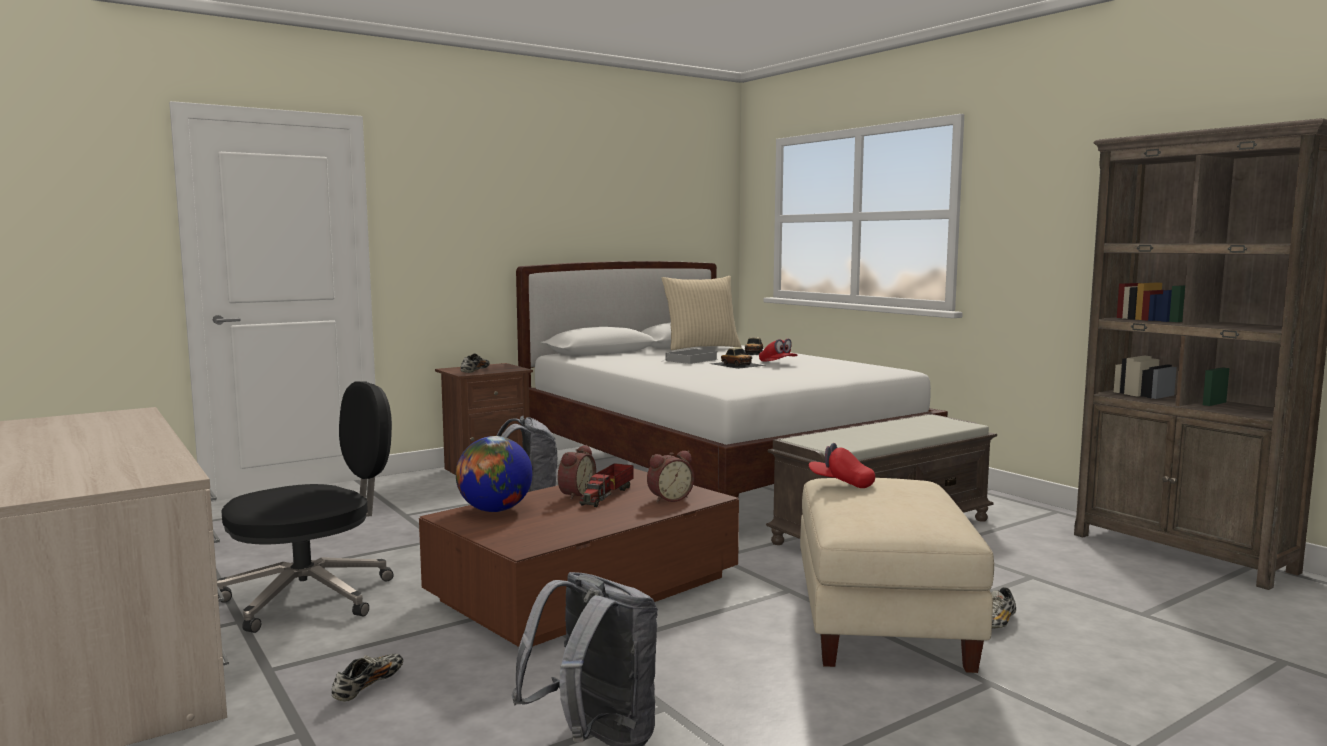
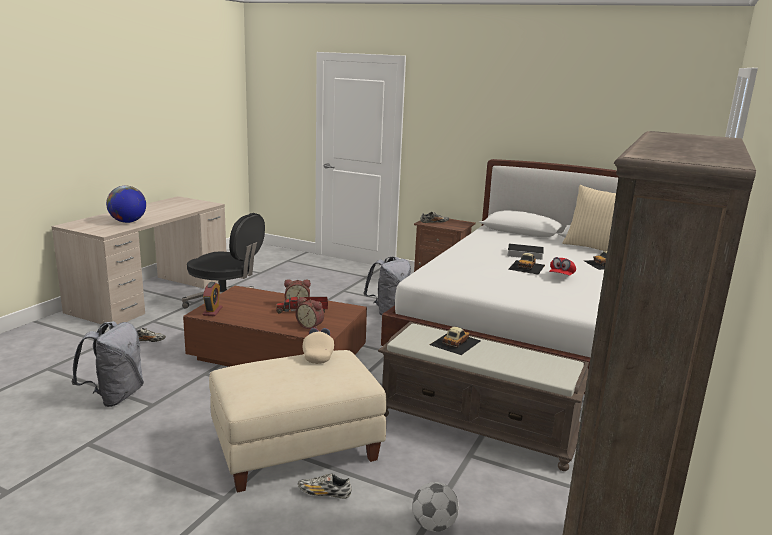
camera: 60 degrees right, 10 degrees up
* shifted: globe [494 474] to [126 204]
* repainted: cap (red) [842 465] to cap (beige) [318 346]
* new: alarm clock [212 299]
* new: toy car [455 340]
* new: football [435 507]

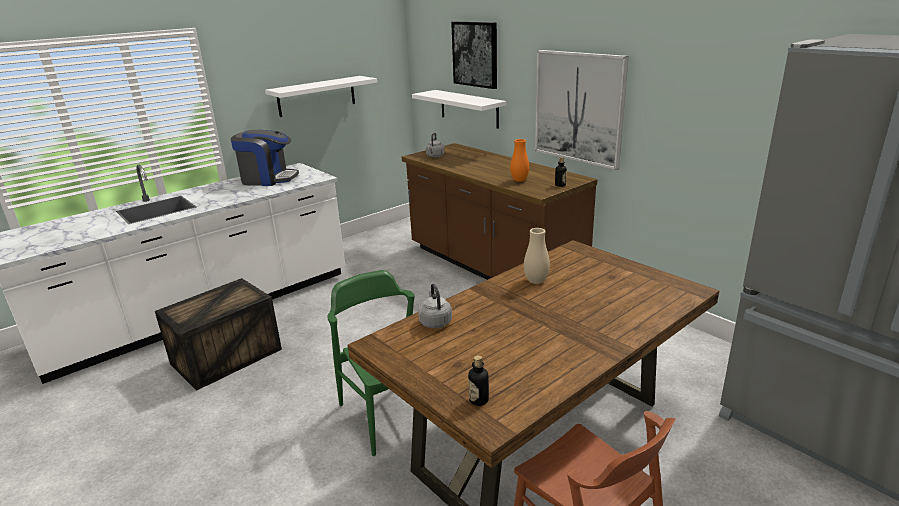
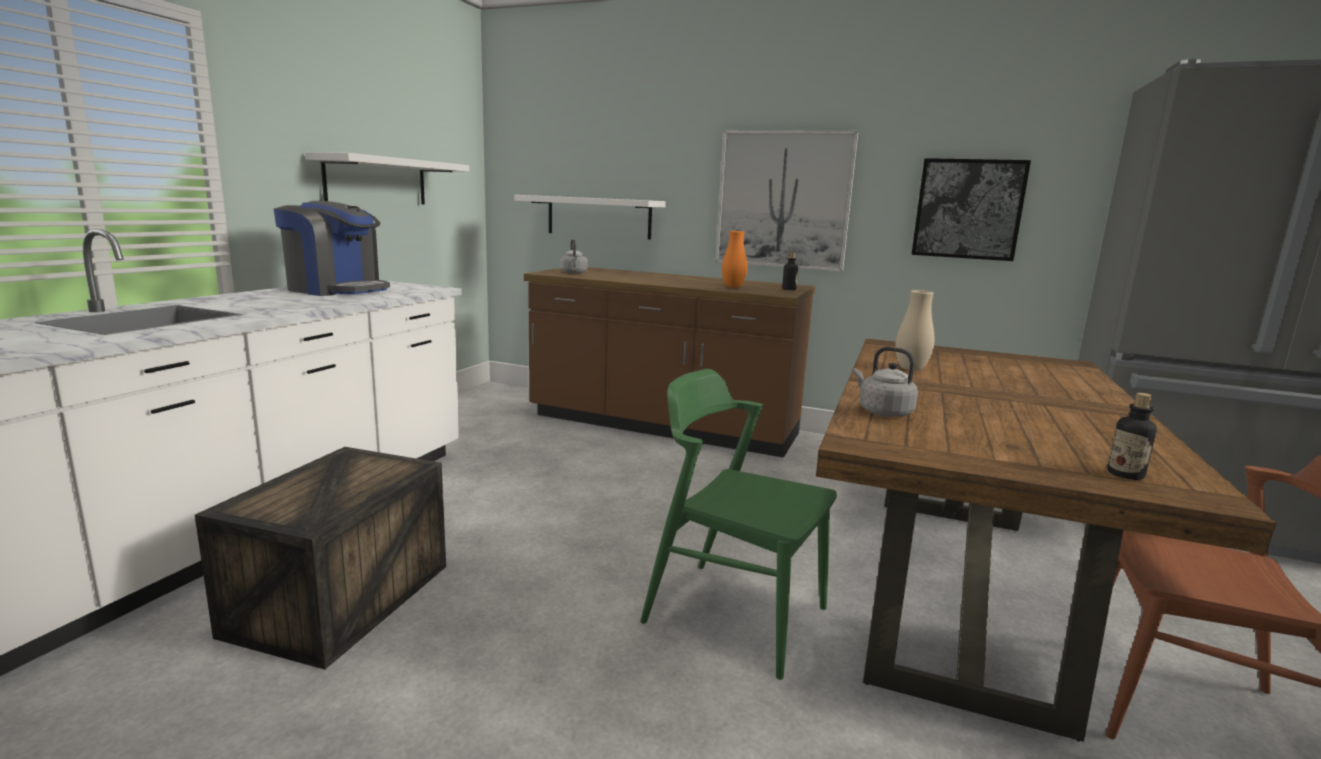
camera: 30 degrees left, 10 degrees down
* shifted: picture [474 55] to [971 209]
* rotated: coffee machine [265 158] = [332 248] 45 degrees clockwise

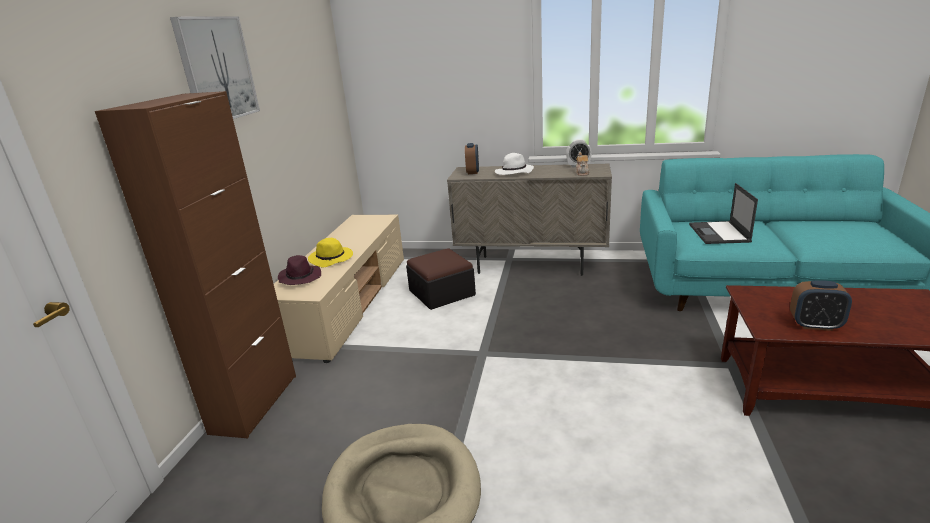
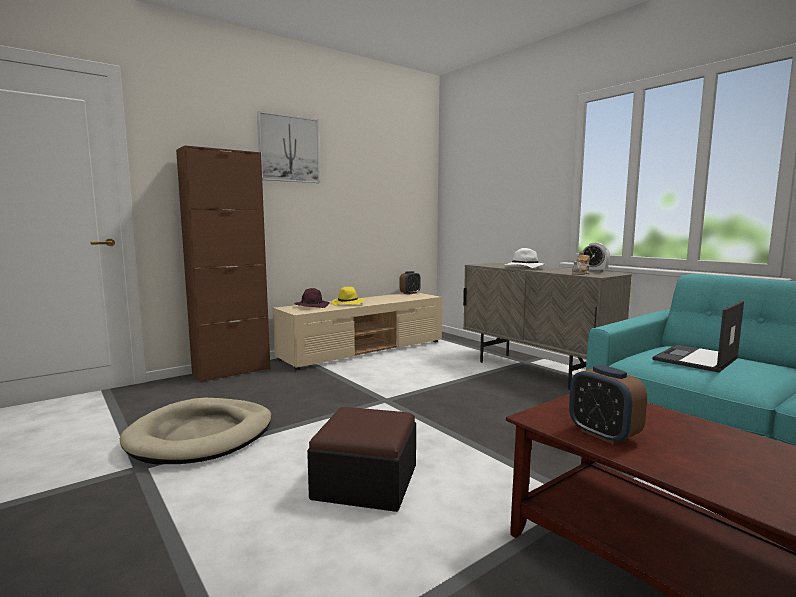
camera: 40 degrees right, 15 degrees down
* shifted: alarm clock [472 158] to [410 283]
* shifted: ottoman [441 279] to [361 459]

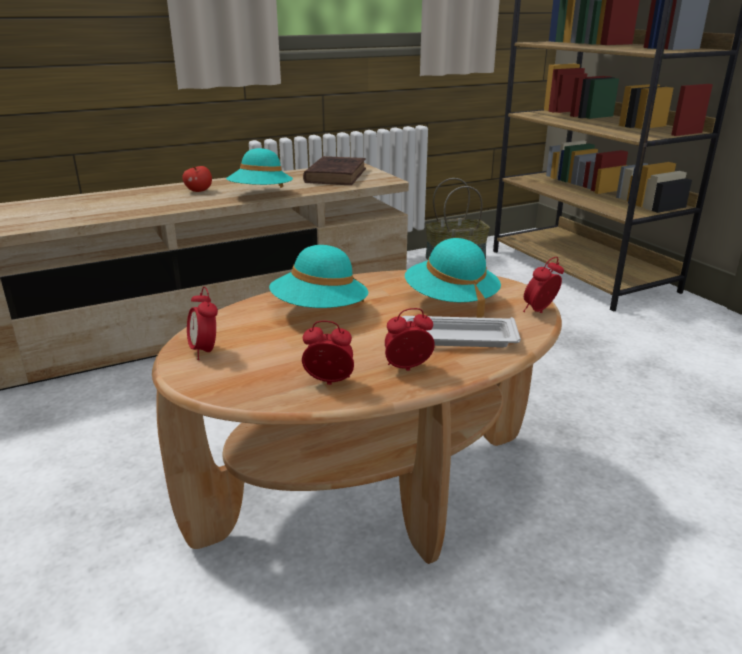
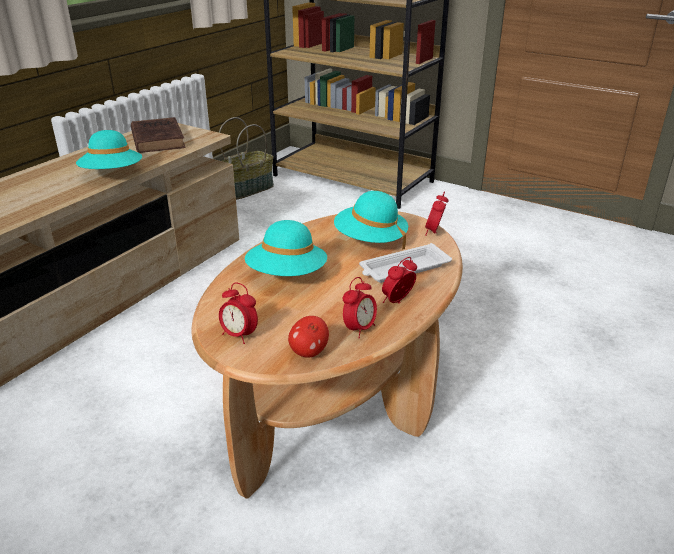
camera: 30 degrees left, 5 degrees up
* shifted: apple [197 179] to [308 337]
* rotated: alarm clock [328 353] = [360 307] 150 degrees clockwise

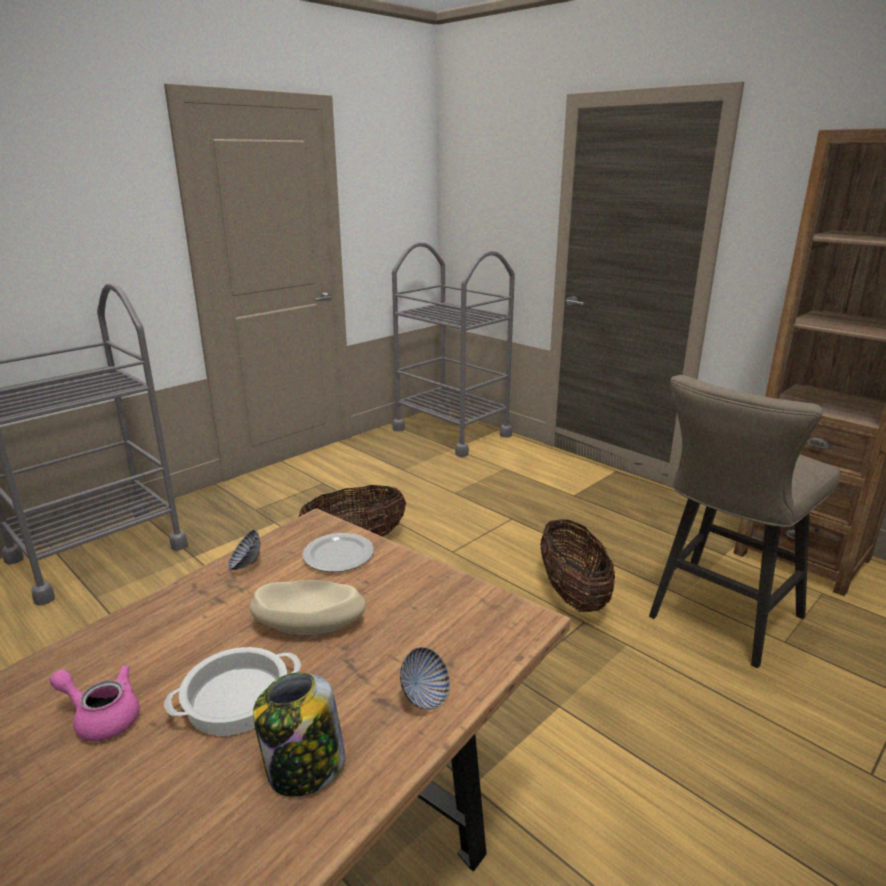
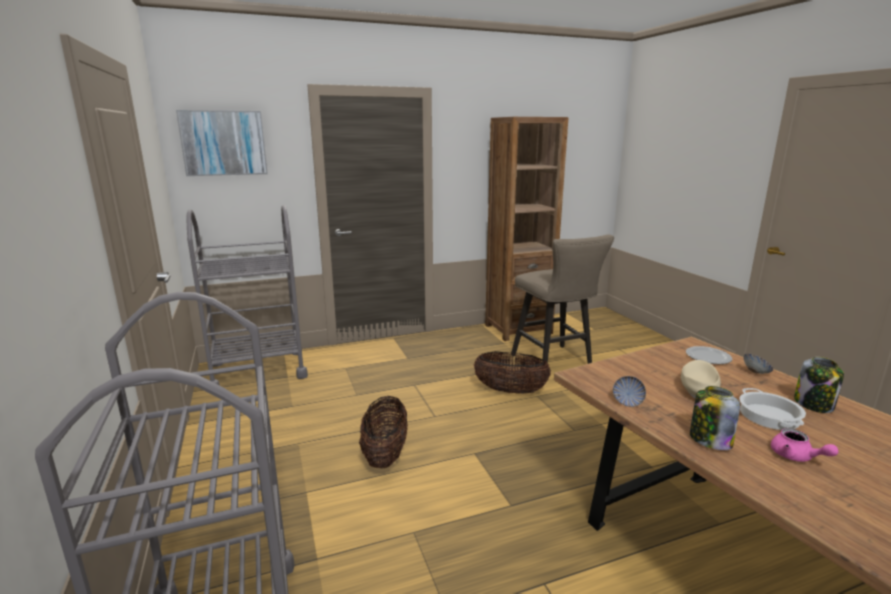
camera: 65 degrees left, 5 degrees down
* shifted: plate [338 552] to [709 355]
* rotated: teapot (pink) [94 703] = [804 445] 75 degrees counterclockwise
* new: picture [222 143]
* new: jar [715 418]

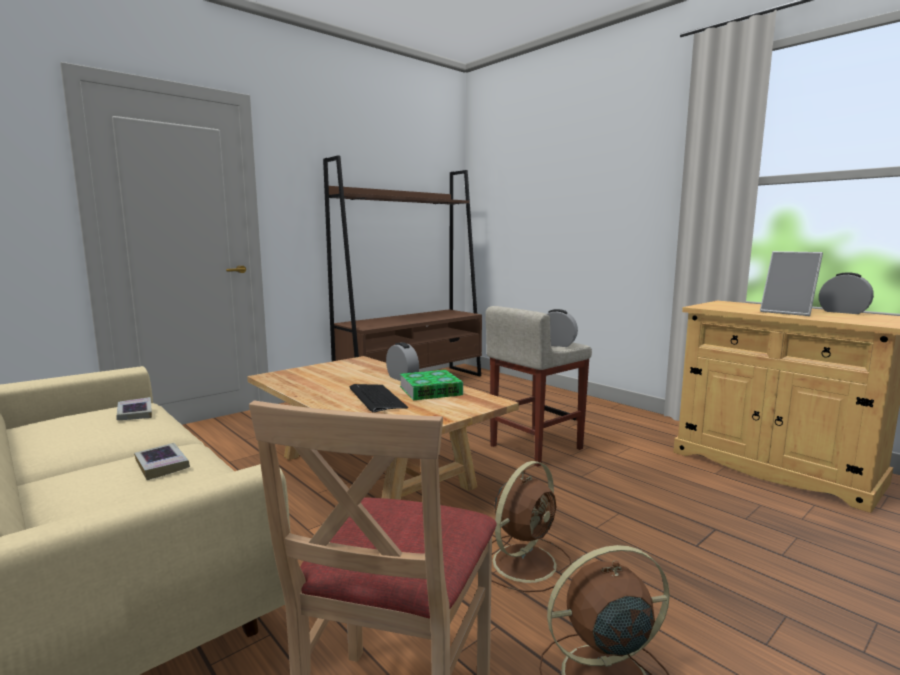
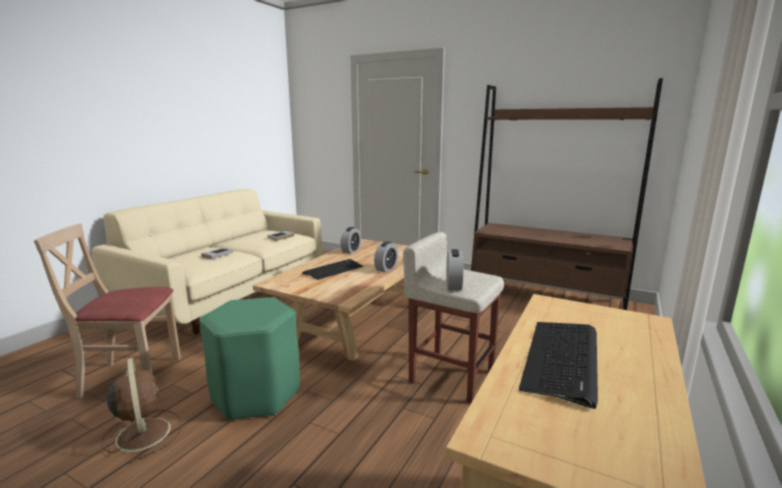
camera: 70 degrees right, 5 degrees up
* swapped: picture frame [791 283] to keyboard [558 365]
* shifted: alarm clock [846 293] to [350 240]
* gone: book [431 385]
* swapped: fan (brown) [531 526] to stool (green) [249 359]

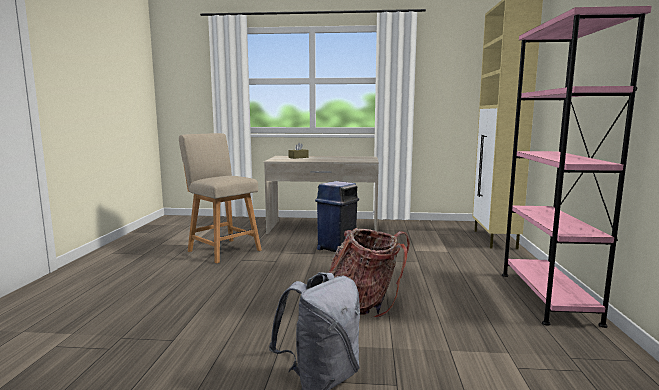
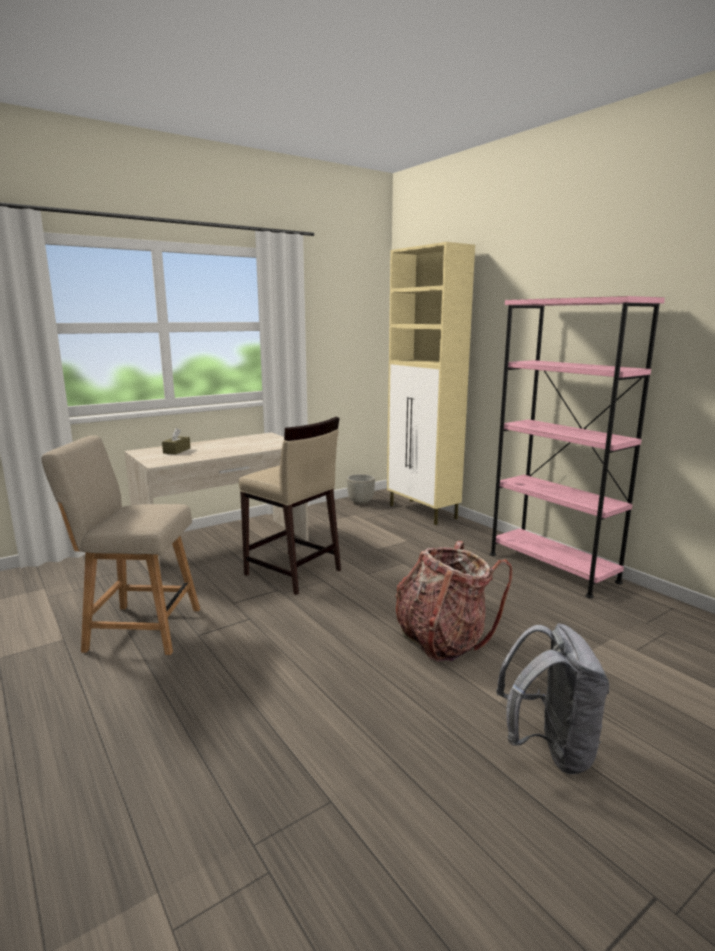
camera: 40 degrees left, 5 degrees up
* swapped: trash can (blue) [337 216] to stool (beige) [290 506]
* new: planter (grey) [361 489]

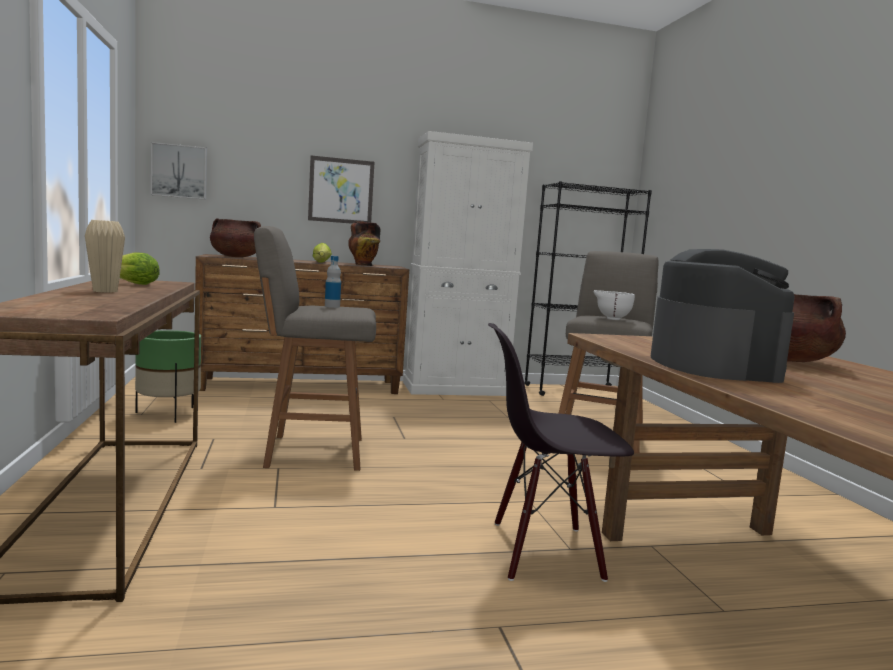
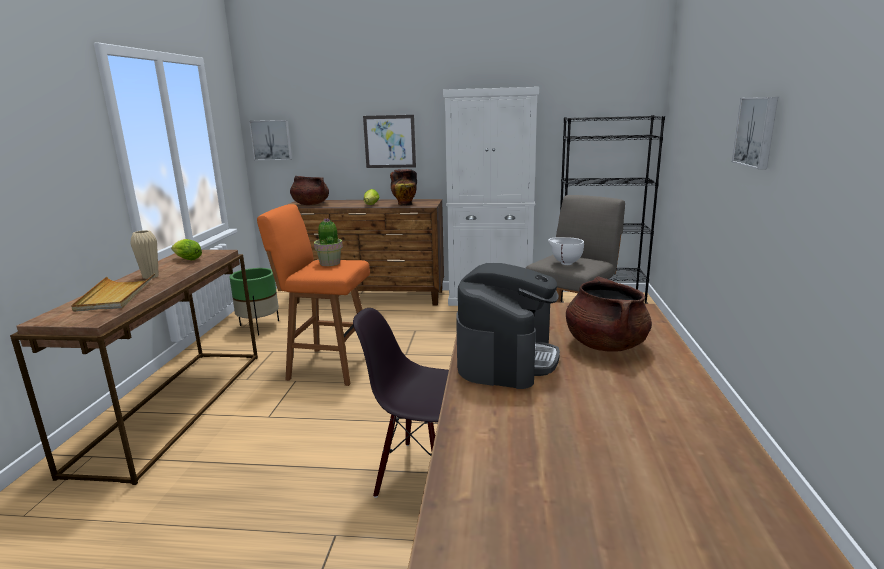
camera: 20 degrees right, 10 degrees up
* repainted: stool (grey) [315 348] to stool (orange) [313 295]
* swapped: bottle [333 282] to potted plant [328 242]
* new: picture [754 133]
* new: tray (beige) [113 292]

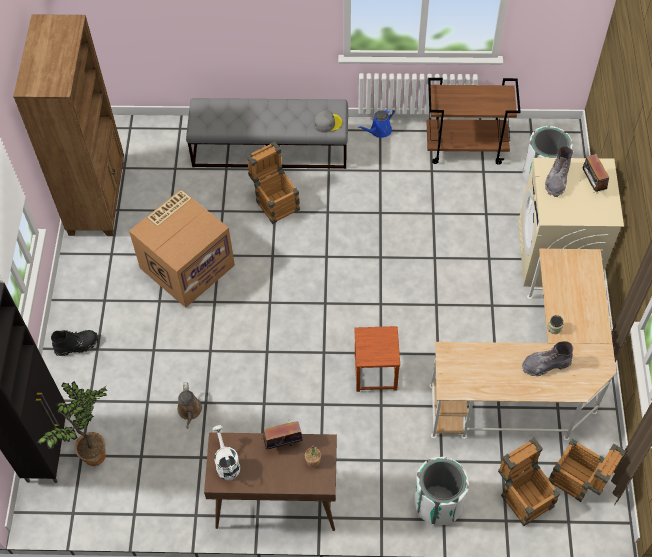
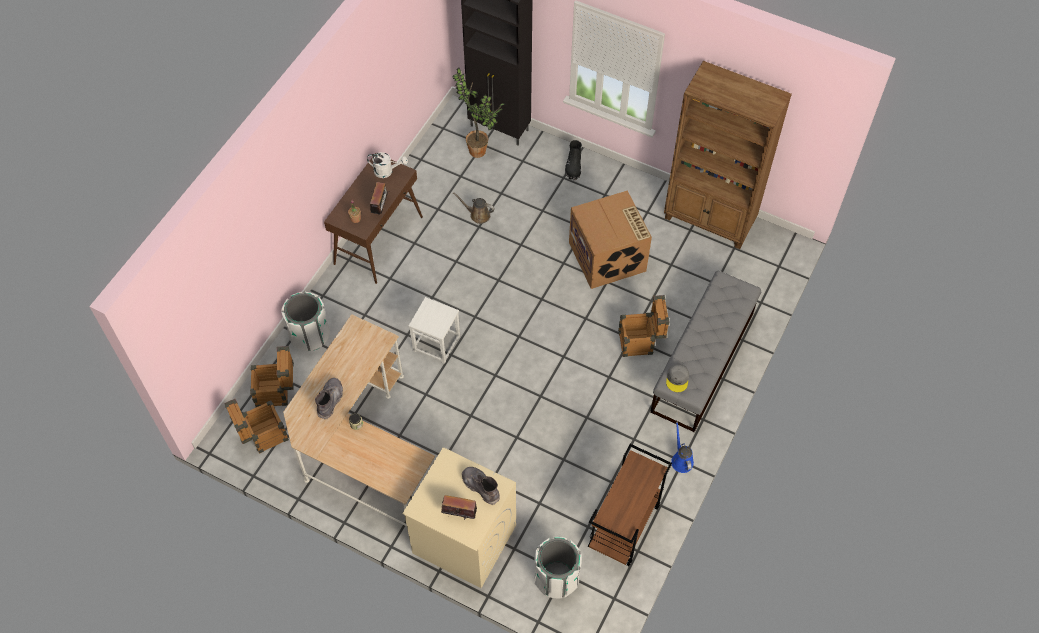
camera: 115 degrees right, 0 degrees up
* repainted: stool (brown) [377 359] to stool (white) [434 330]

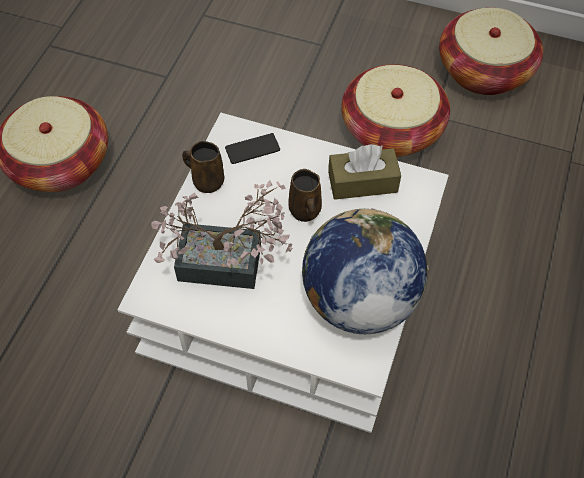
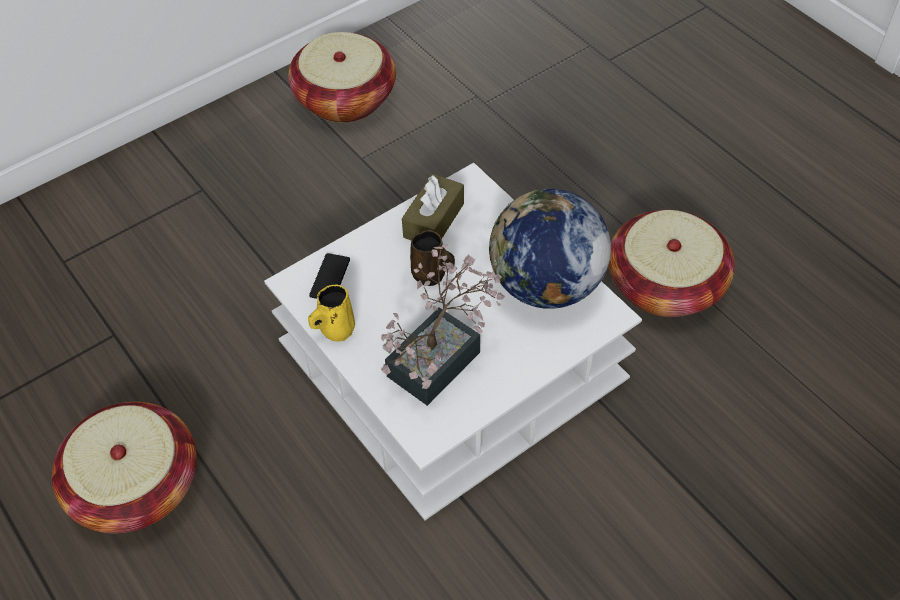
camera: 55 degrees left, 5 degrees down
* shifted: basket [396 110] to [671 263]
* repainted: mug (brown) [203 167] to mug (yellow) [331 313]

